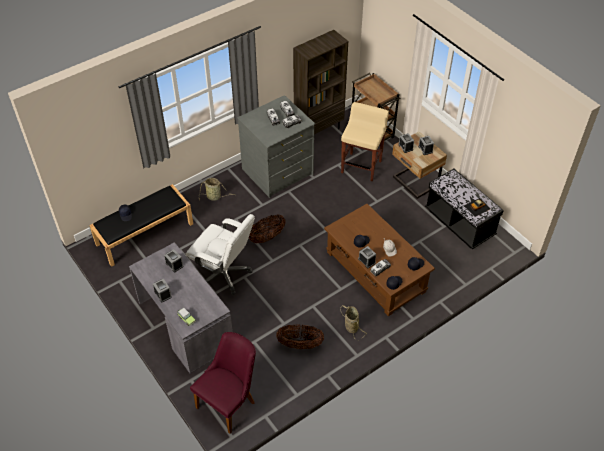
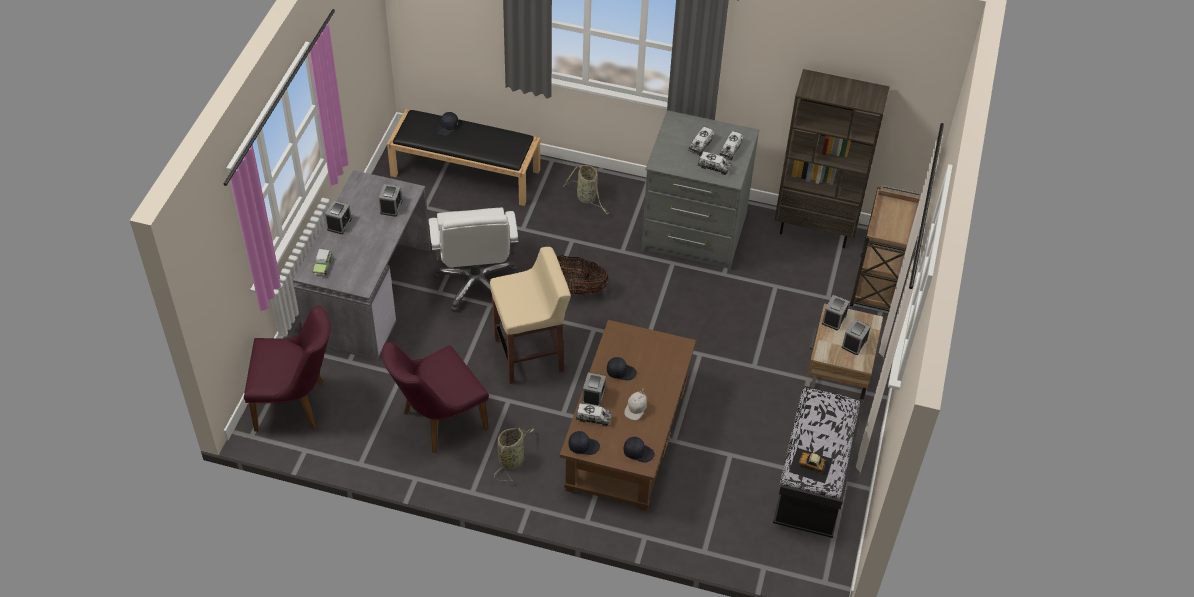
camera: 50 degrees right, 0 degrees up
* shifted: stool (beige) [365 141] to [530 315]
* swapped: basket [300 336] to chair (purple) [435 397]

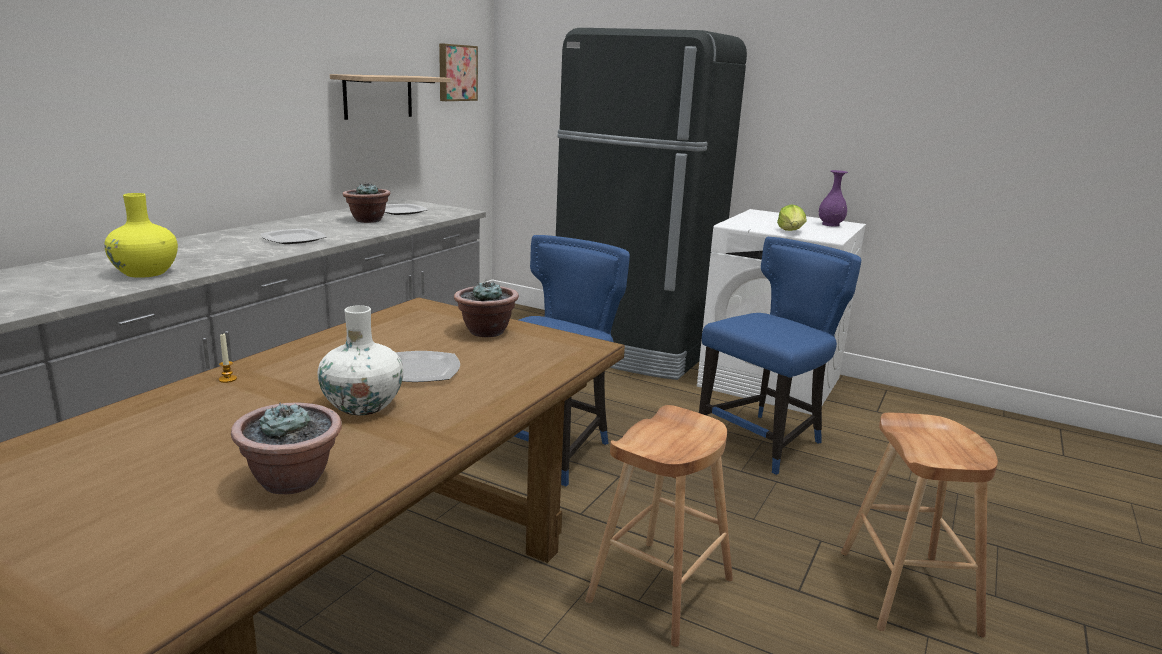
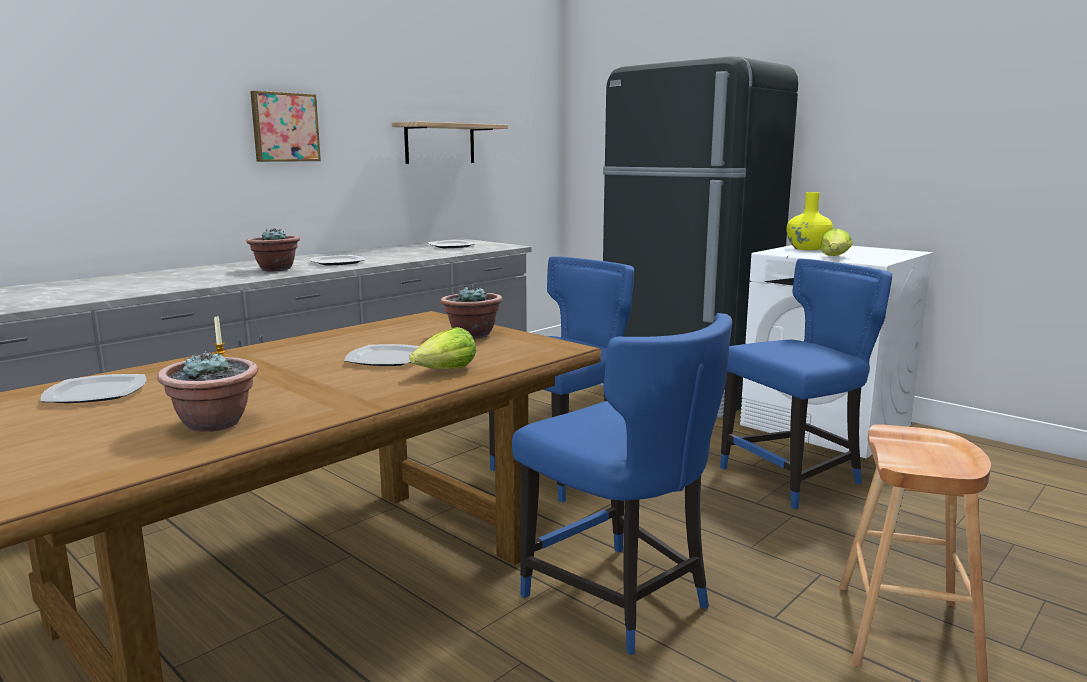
camera: 15 degrees right, 5 degrees down
* shifted: picture [458 72] to [285 126]
* gone: vase (purple) [833 198]
* shifted: potted plant [367 202] to [273 250]
* shifted: vase (yellow) [141 235] to [809 221]
* gone: vase (white) [360 360]
* swapped: stool (brown) [659 526] to chair (blue) [622 484]
* new: lettuce [442 348]
* new: plate [93 388]

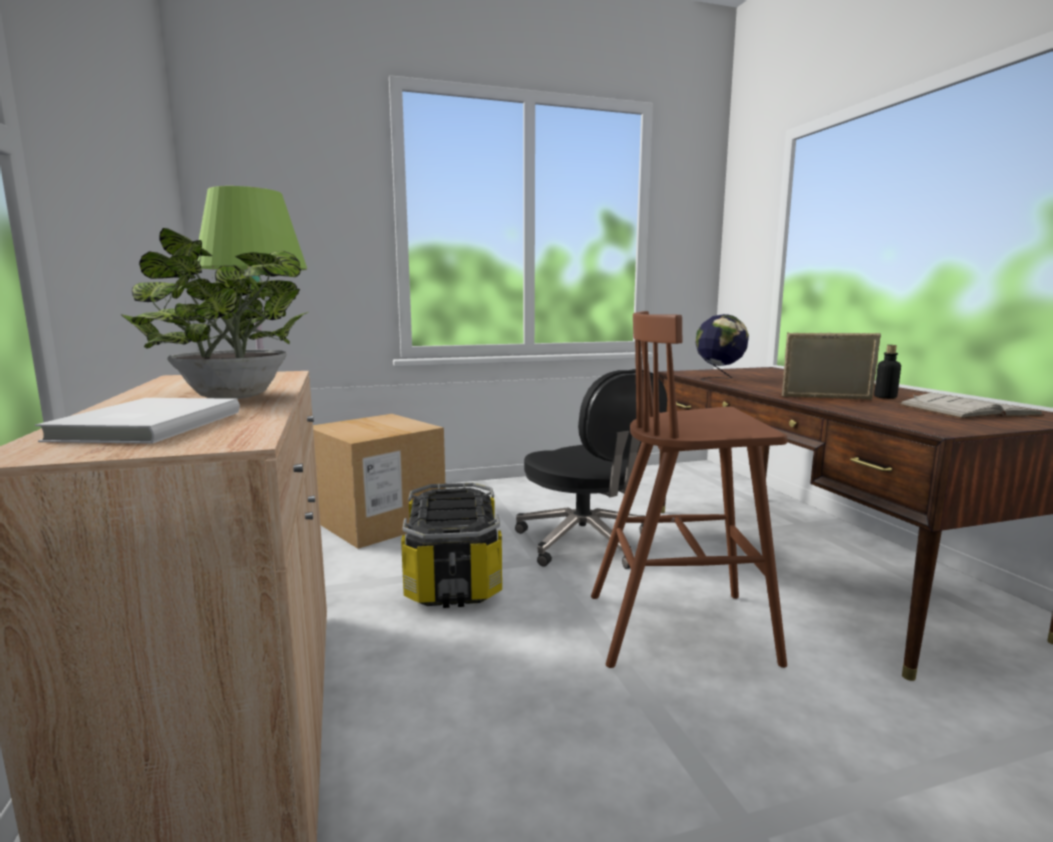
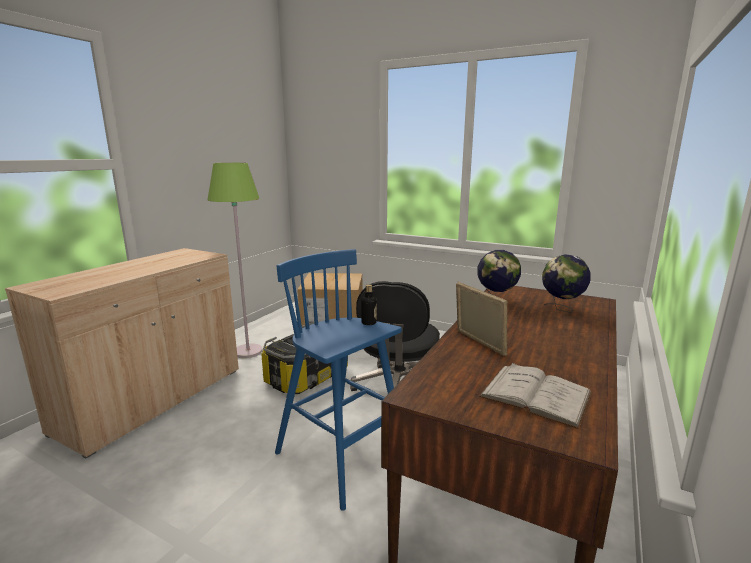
camera: 45 degrees right, 5 degrees up
* gone: potted plant [214 313]
* repainted: stool (brown) [689 489] to stool (blue) [338 380]
* shifted: bottle [887 372] to [369 304]
* gone: book (white) [137 421]
* new: globe [566 283]

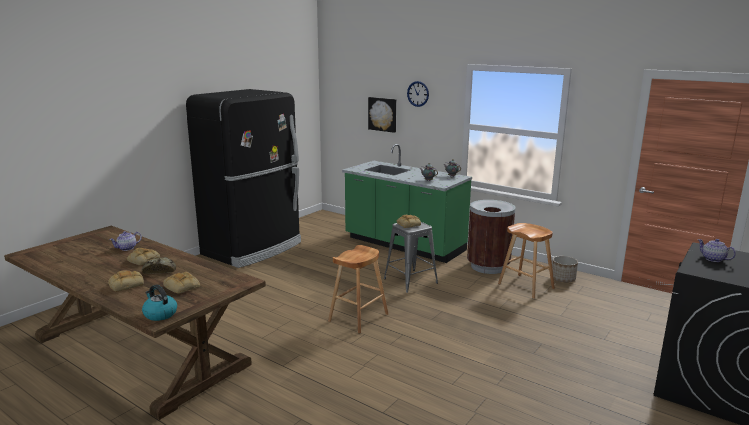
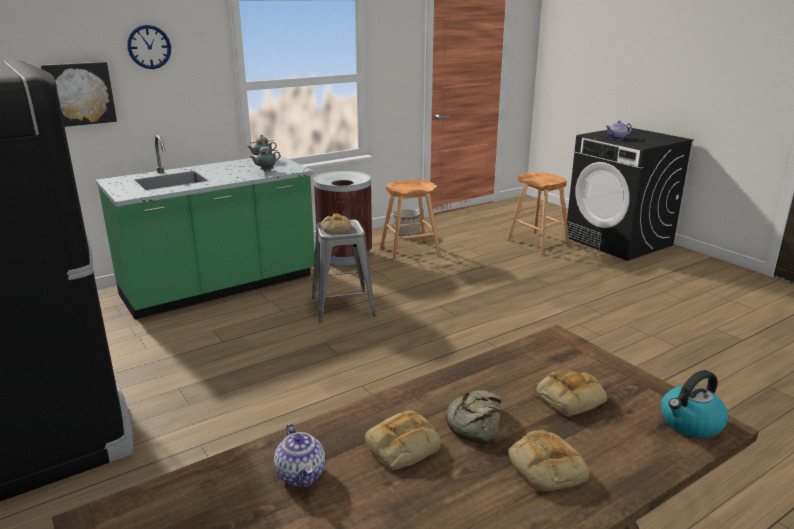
camera: 70 degrees left, 5 degrees up
* shifted: stool (brown) [358 289] to [539 213]

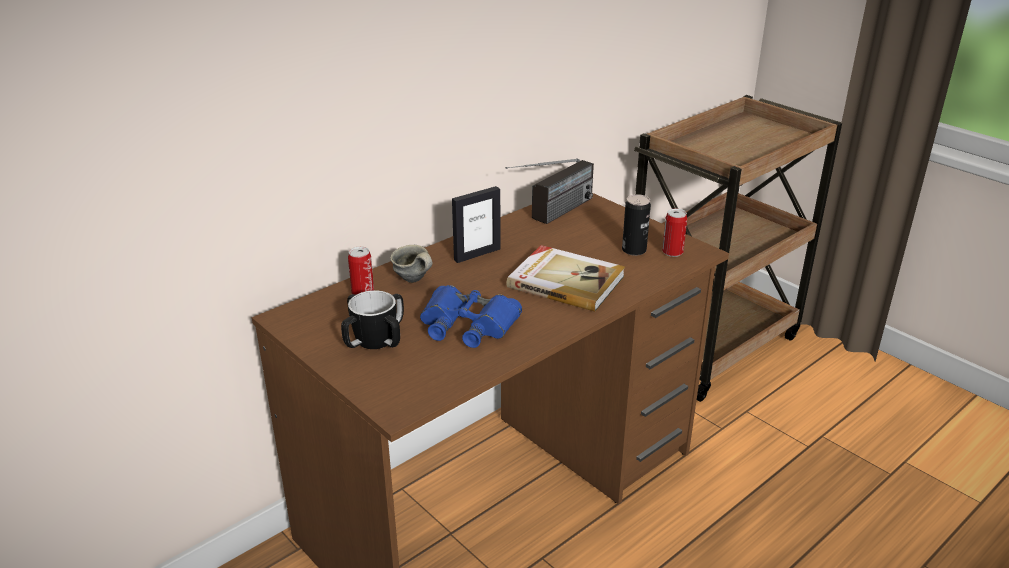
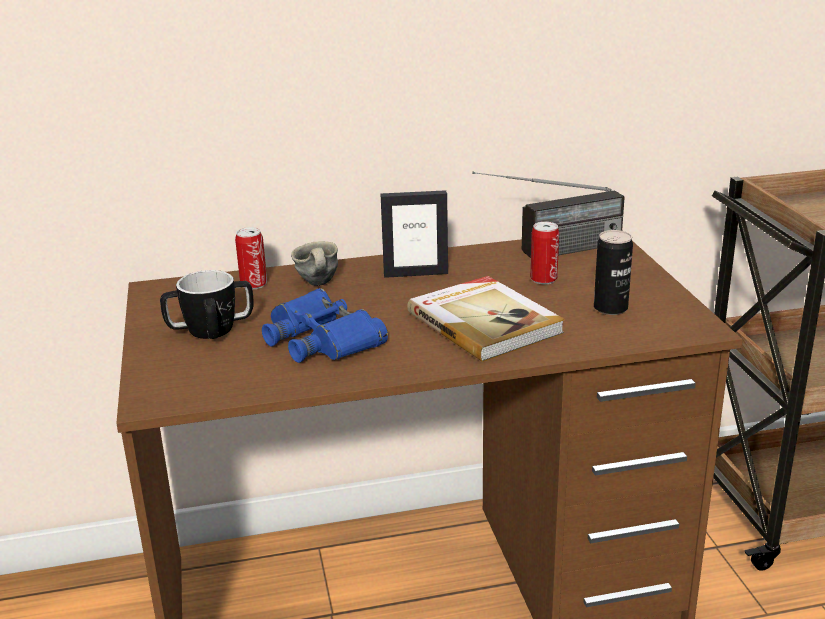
camera: 30 degrees right, 5 degrees down
* shifted: can [674 232] to [544 253]

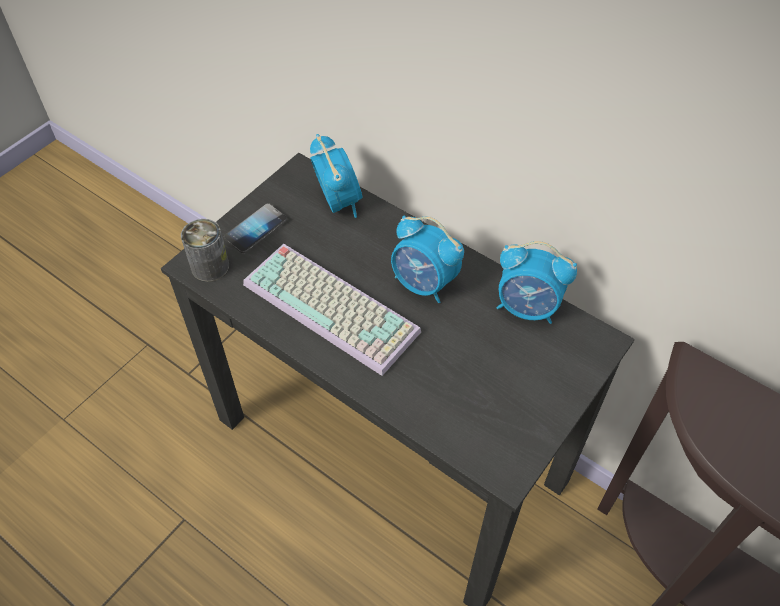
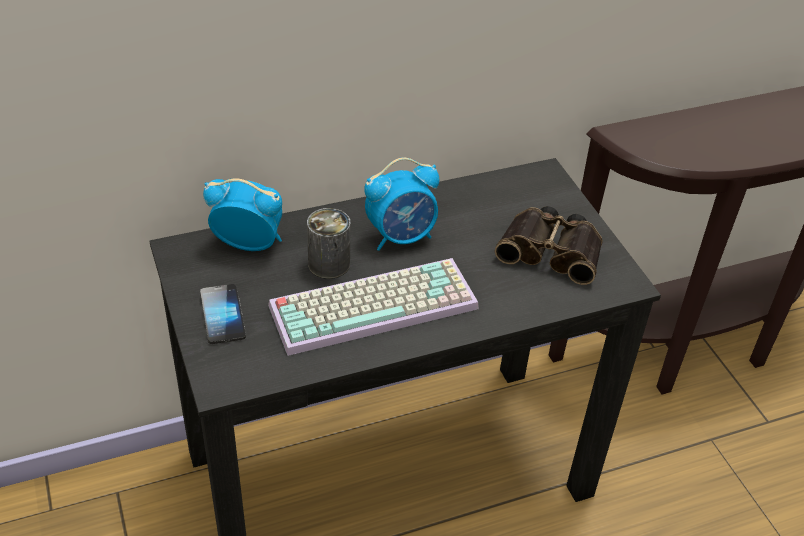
camera: 60 degrees left, 10 degrees down
* shifted: can [205 250] to [328 243]
* gone: alarm clock [537 282]
* new: binoculars [549 245]

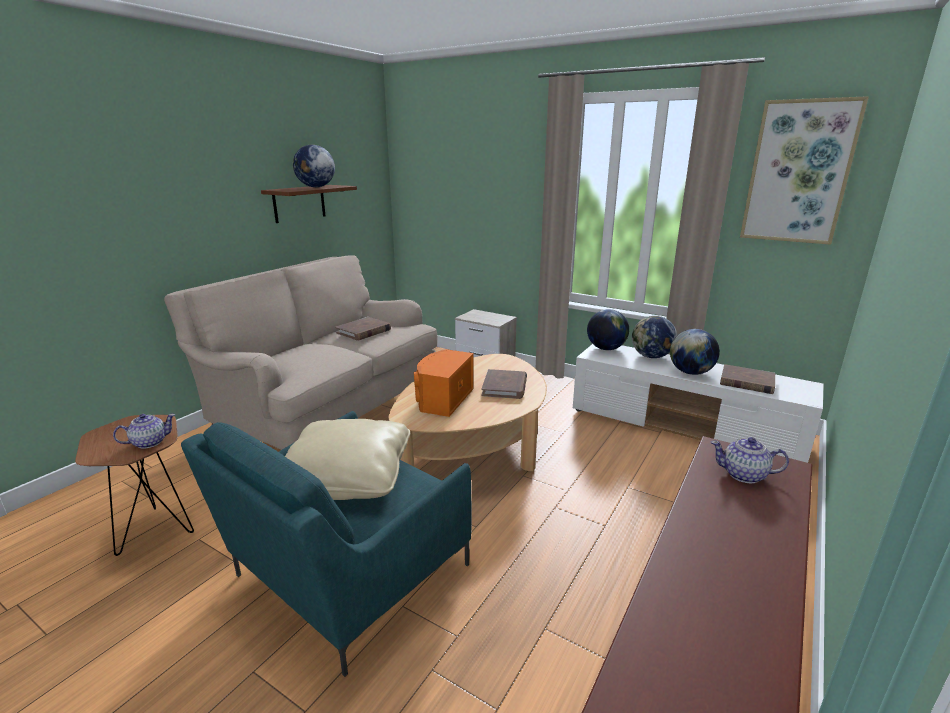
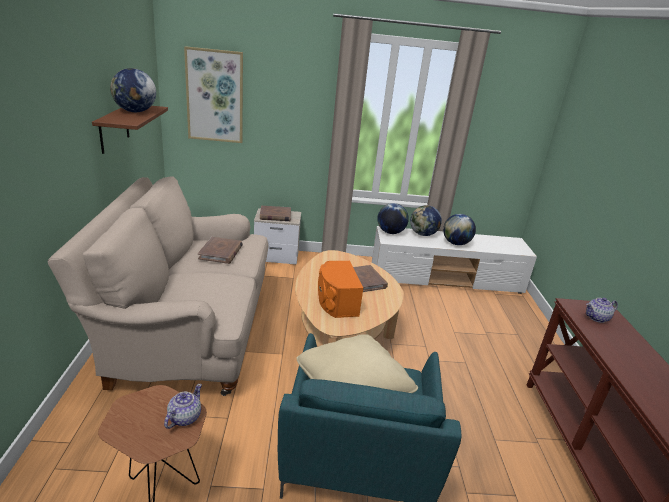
camera: 35 degrees left, 5 degrees up
* shifted: picture [804 170] to [213 94]
* shifted: book (brown) [747 379] to [275 213]

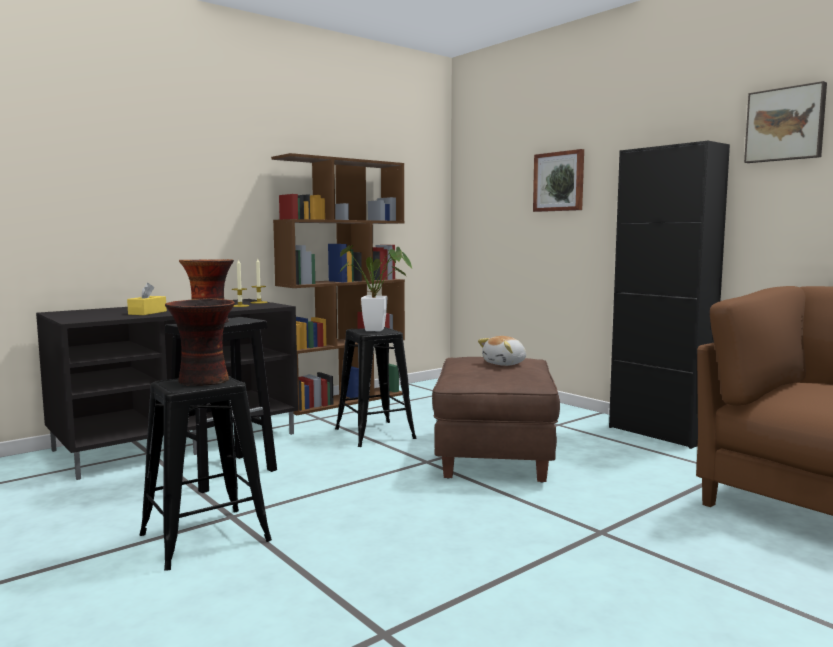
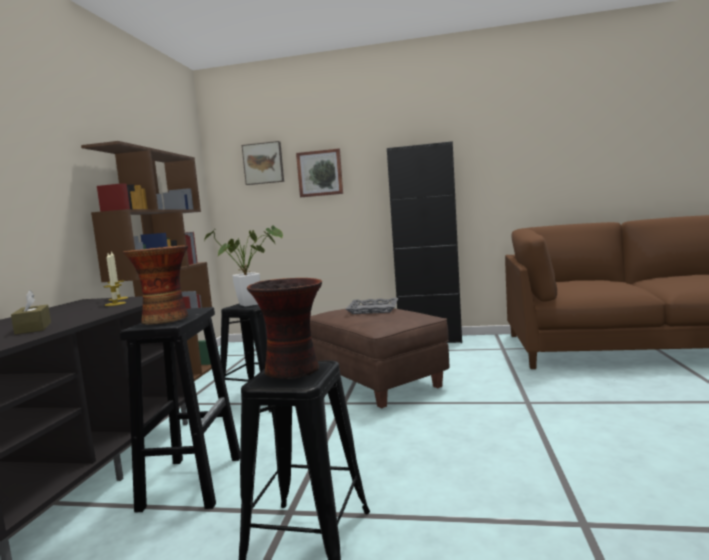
camera: 40 degrees left, 0 degrees up
* shifted: picture [785 122] to [263 163]
* repainted: tissue box (yellow) [147 299] to tissue box (brown) [31 312]
* swapped: plush toy [502 351] to tray (grey) [372 306]

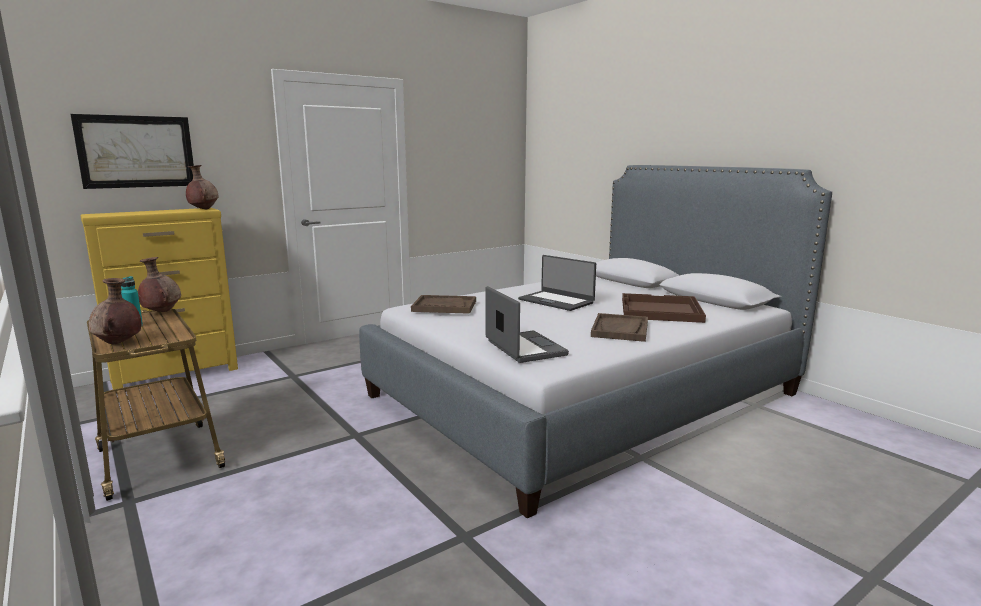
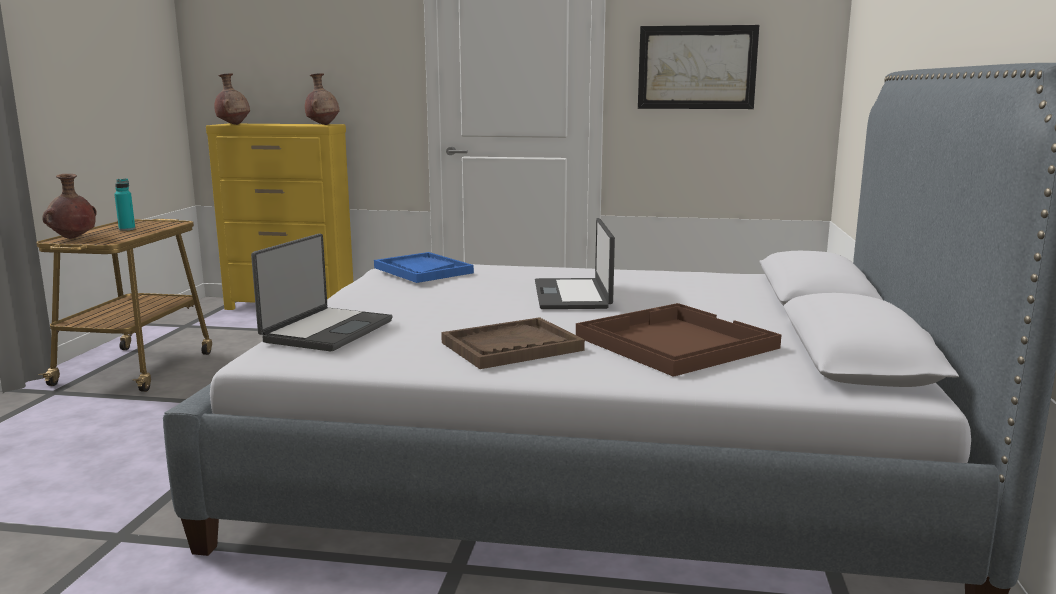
camera: 45 degrees right, 0 degrees up
* shifted: picture [132 151] to [698 67]
* shifted: vase (brown) [159 284] to [232 99]
* repainted: tray (brown) [443 304] to tray (blue) [424 267]

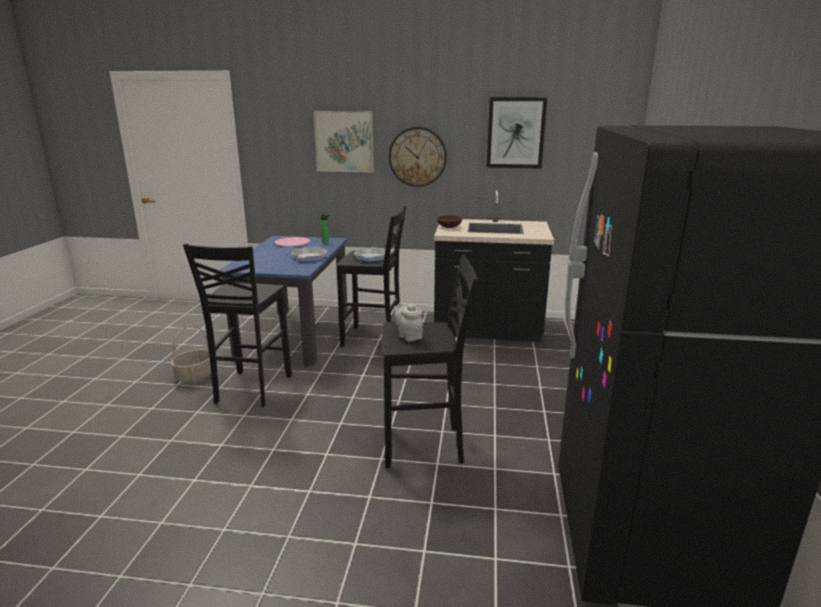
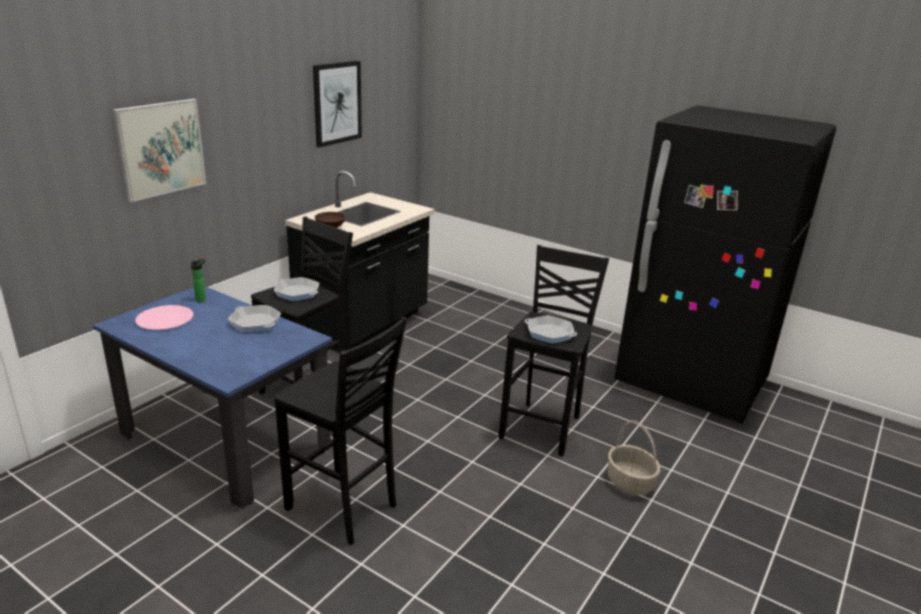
camera: 65 degrees left, 5 degrees up
* gone: wall clock [418 157]
* swapped: teapot (grey) [409 322] to frying pan [551 329]
* shifted: basket [190 354] to [634 457]

